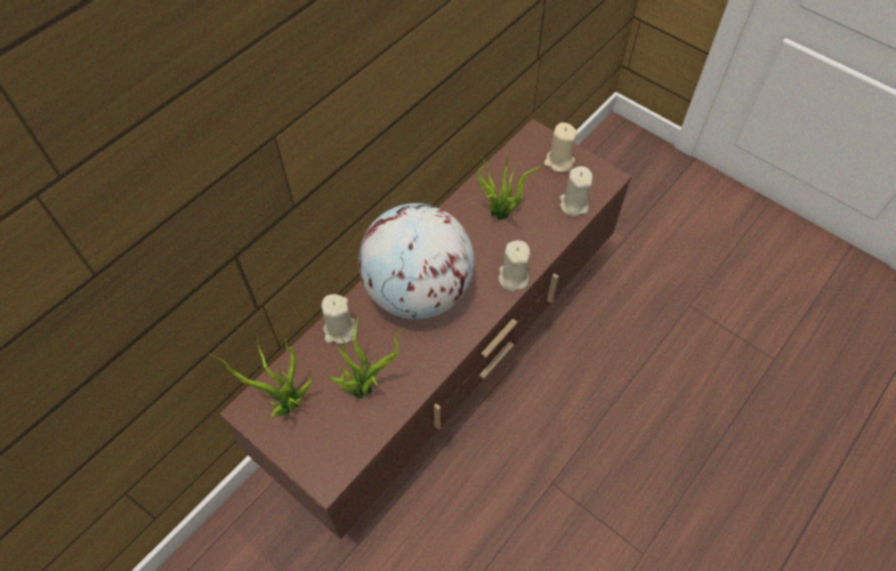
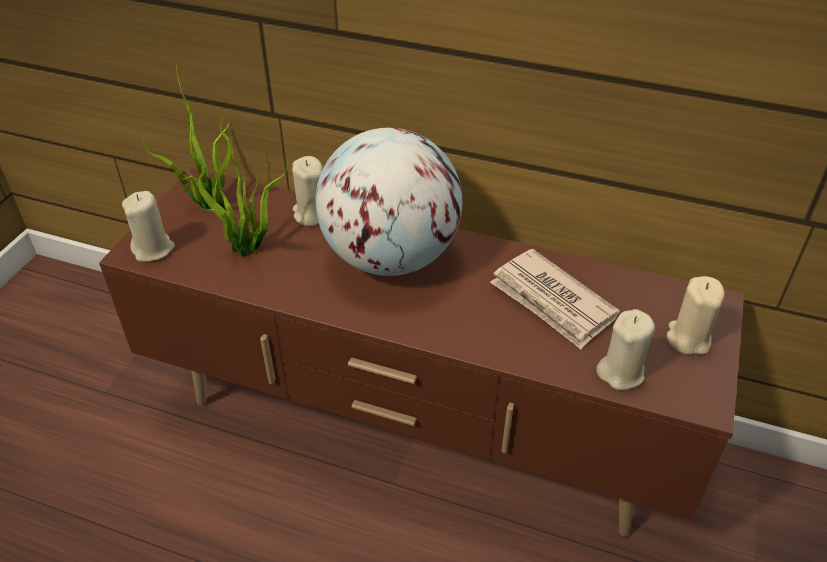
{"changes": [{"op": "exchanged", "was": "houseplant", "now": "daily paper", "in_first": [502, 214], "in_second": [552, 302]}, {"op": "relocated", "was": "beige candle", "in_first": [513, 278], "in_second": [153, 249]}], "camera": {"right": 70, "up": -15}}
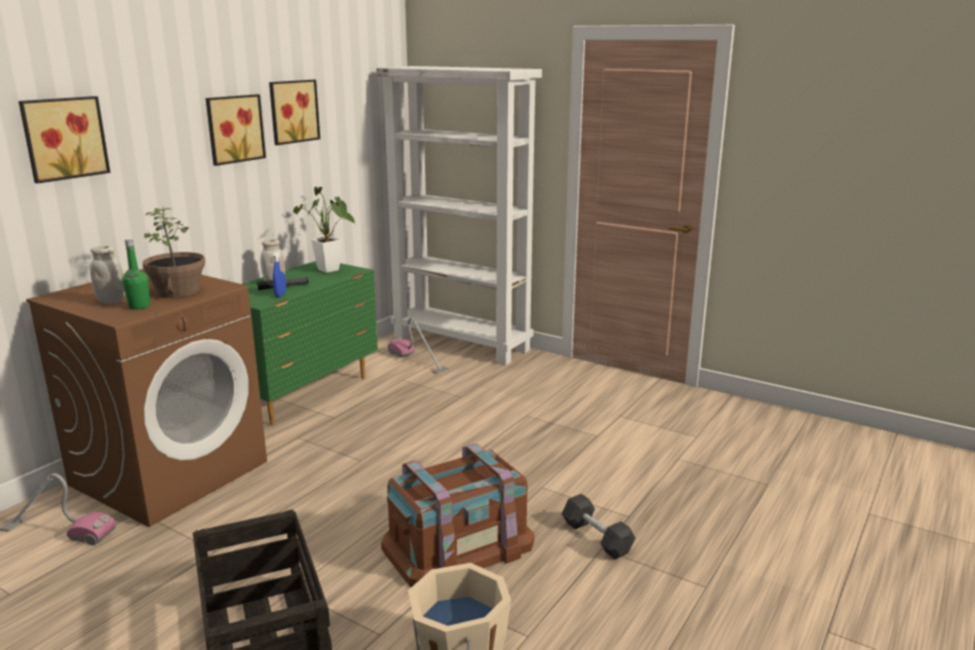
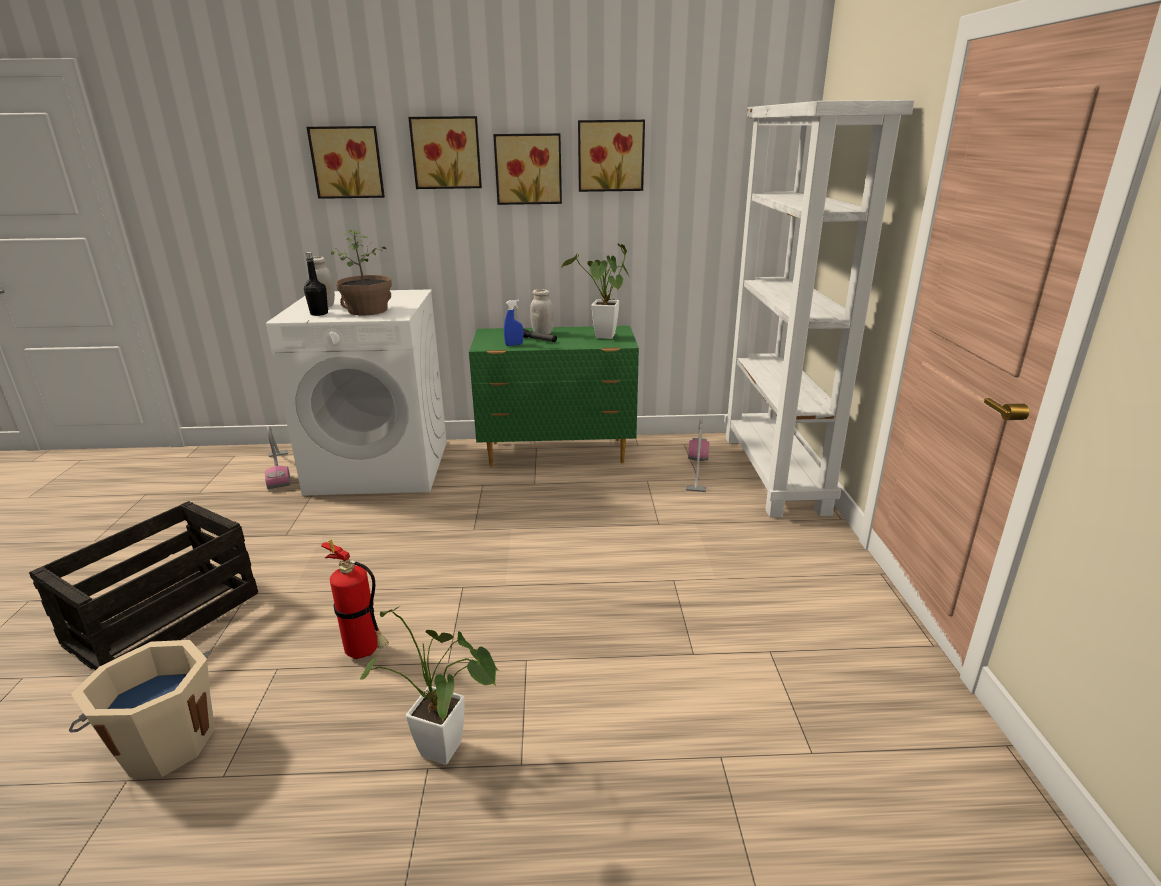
{"changes": [{"op": "colour", "was": "greenish beverage bottle", "now": "blackish beverage bottle", "in_first": [139, 306], "in_second": [319, 313]}, {"op": "colour", "was": "brown-coloured laundry appliance", "now": "whitish laundry appliance", "in_first": [170, 472], "in_second": [381, 466]}, {"op": "exchanged", "was": "brown-coloured storage box", "now": "fire-fighting cylinder", "in_first": [458, 546], "in_second": [366, 652]}, {"op": "exchanged", "was": "blackish free weight", "now": "houseplant", "in_first": [596, 538], "in_second": [449, 753]}, {"op": "appeared", "now": "wall picture", "in_second": [446, 153]}], "camera": {"right": 55, "up": 5}}
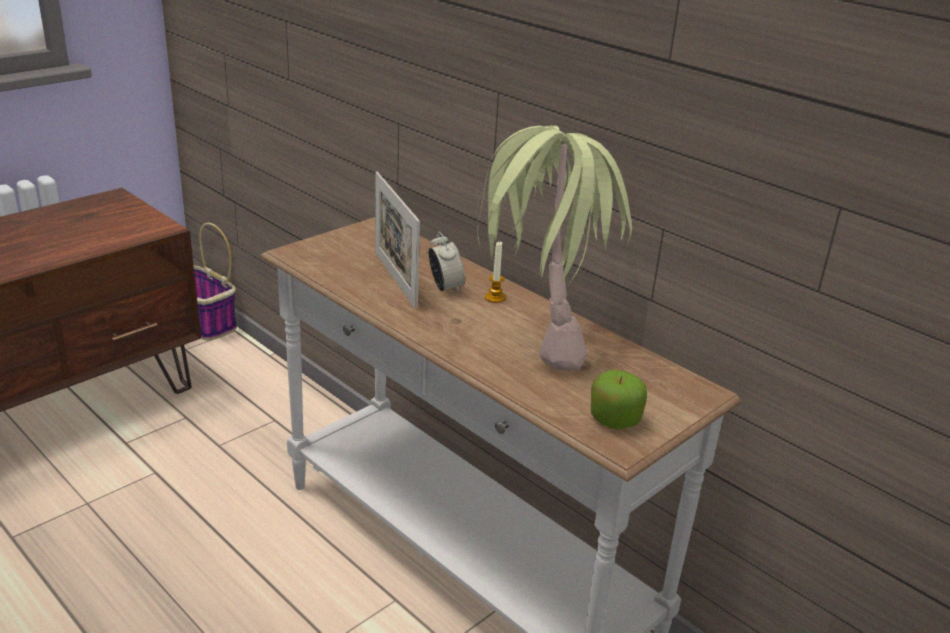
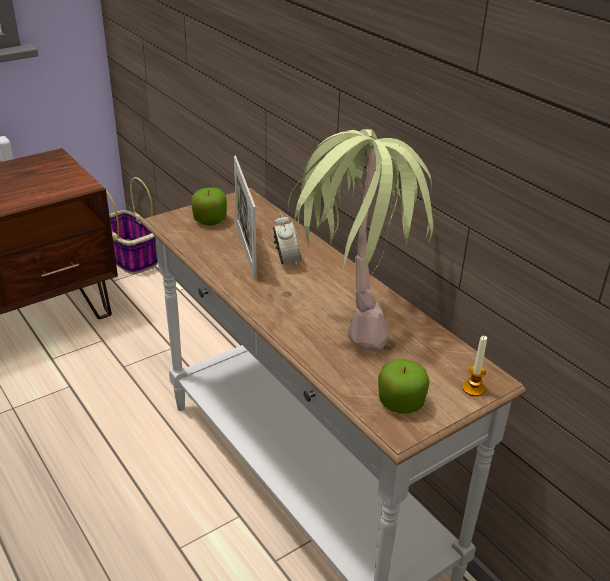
{"changes": [{"op": "relocated", "was": "candle", "in_first": [495, 297], "in_second": [473, 388]}, {"op": "appeared", "now": "apple", "in_second": [210, 220]}], "camera": {"right": 10, "up": 5}}
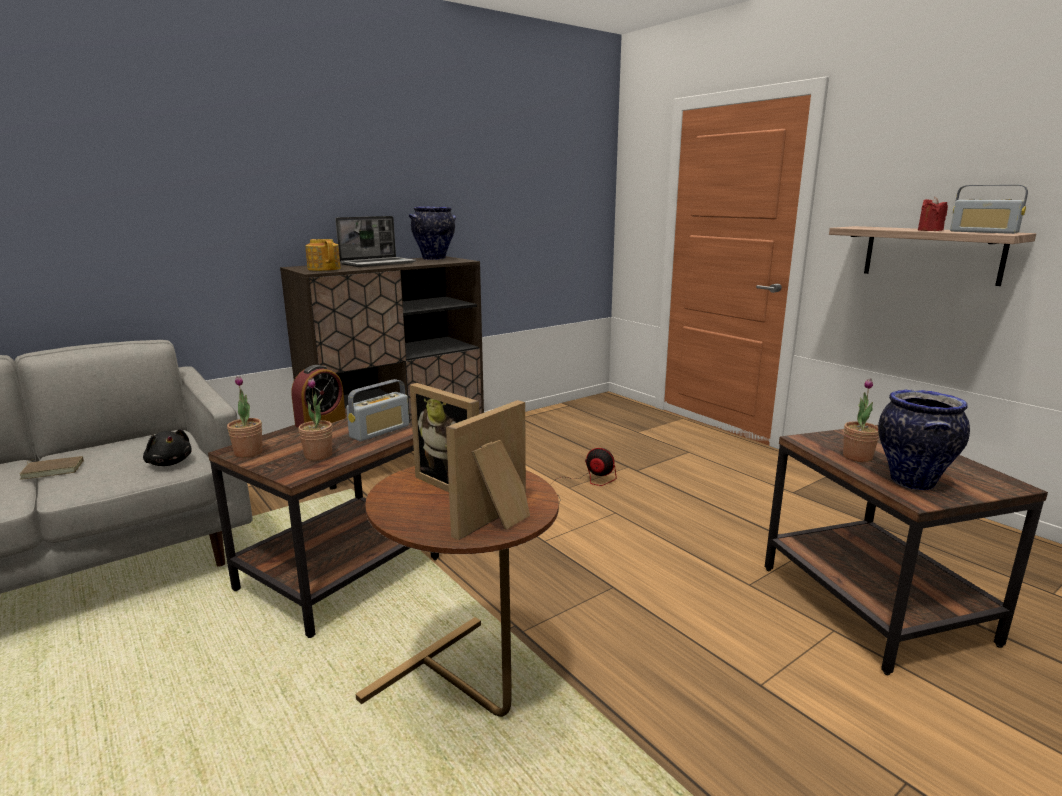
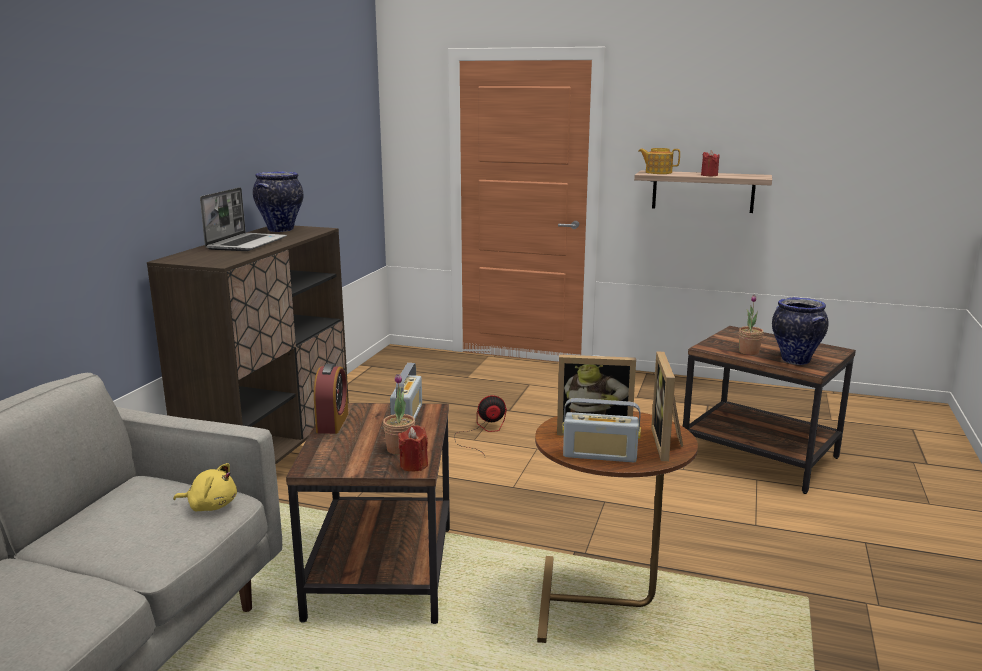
{"changes": [{"op": "relocated", "was": "radio", "in_first": [983, 232], "in_second": [600, 455]}, {"op": "relocated", "was": "tea pot", "in_first": [324, 269], "in_second": [658, 172]}, {"op": "missing", "was": "houseplant", "in_first": [248, 453]}, {"op": "colour", "was": "blackish soft toy", "now": "yellow-coloured soft toy", "in_first": [169, 463], "in_second": [210, 506]}, {"op": "missing", "was": "brown-coloured bound book", "in_first": [54, 469]}, {"op": "appeared", "now": "red-coloured candle", "in_second": [414, 465]}], "camera": {"right": -35, "up": 0}}
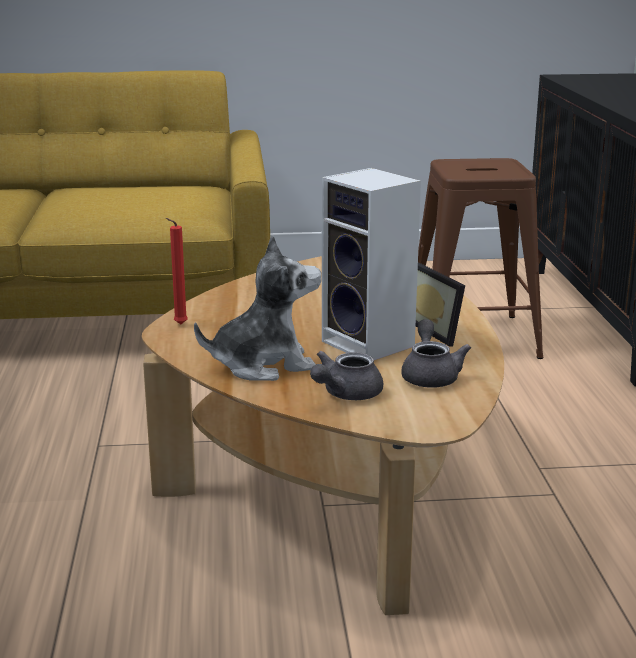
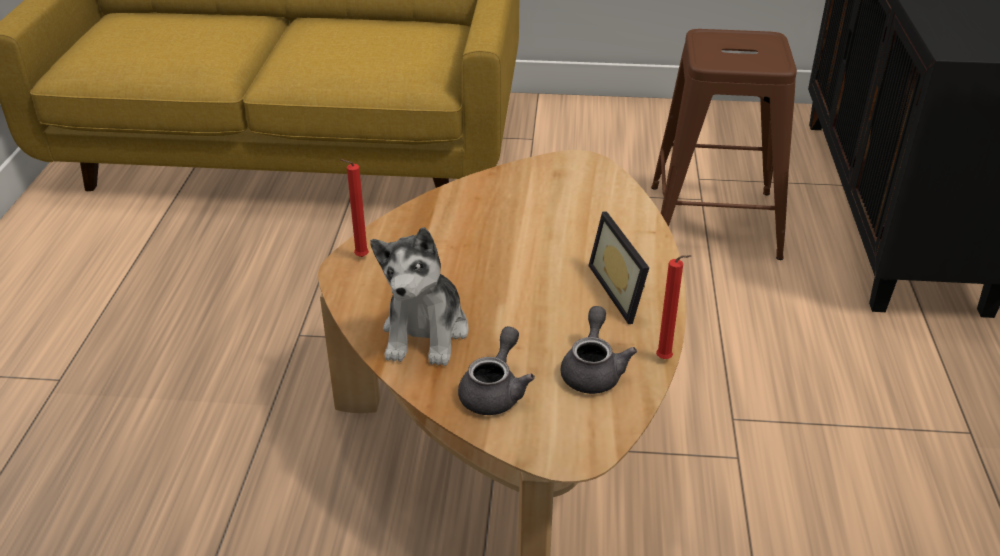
{"changes": [{"op": "missing", "was": "speaker", "in_first": [371, 344]}, {"op": "spun", "was": "soft toy", "in_first": [263, 365], "in_second": [426, 333], "clockwise": 105}, {"op": "spun", "was": "grey tea pot", "in_first": [345, 394], "in_second": [495, 391], "clockwise": 150}, {"op": "appeared", "now": "red-coloured candle", "in_second": [666, 360]}], "camera": {"right": 10, "up": 15}}
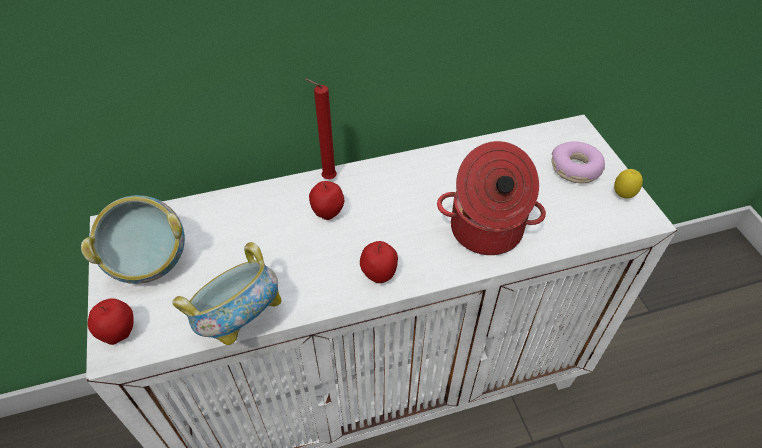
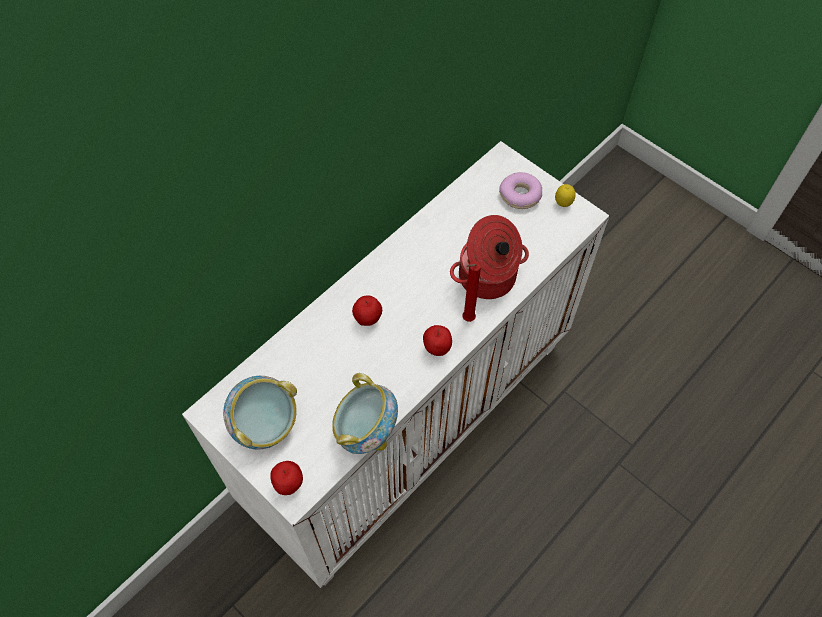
{"changes": [{"op": "relocated", "was": "red-coloured candle", "in_first": [326, 178], "in_second": [466, 319]}], "camera": {"right": -30, "up": 10}}
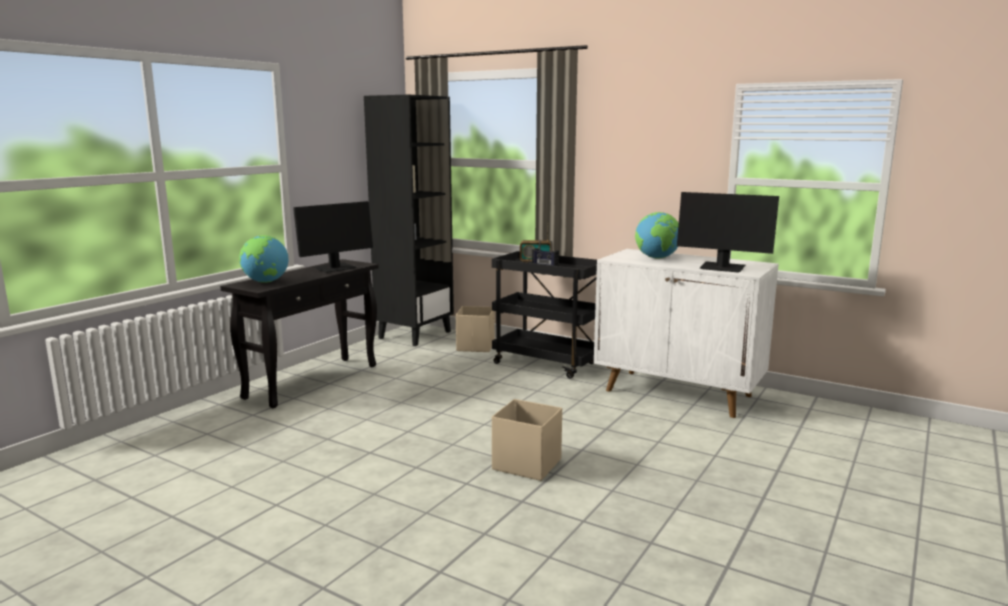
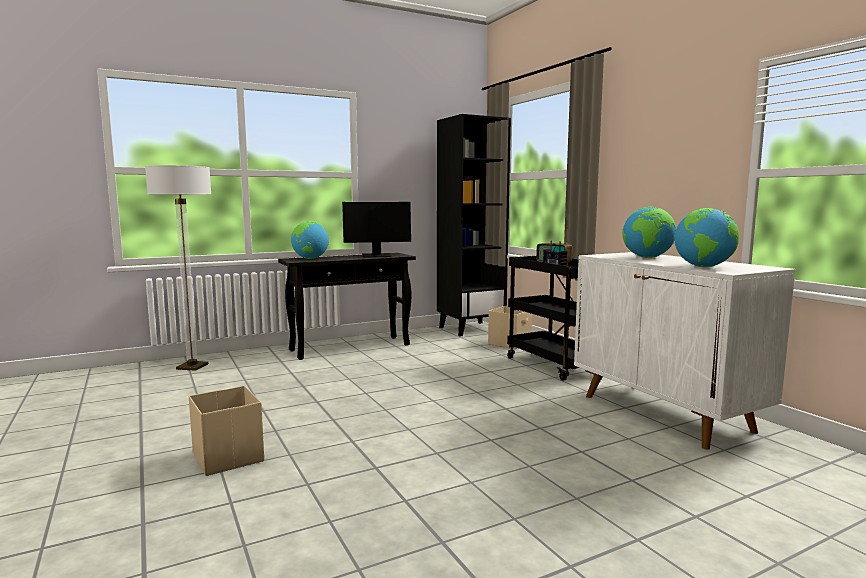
{"changes": [{"op": "exchanged", "was": "computer screen", "now": "world globe", "in_first": [722, 268], "in_second": [704, 267]}, {"op": "relocated", "was": "beige storage box", "in_first": [526, 464], "in_second": [228, 457]}, {"op": "appeared", "now": "standard lamp", "in_second": [192, 367]}], "camera": {"right": 30, "up": -5}}
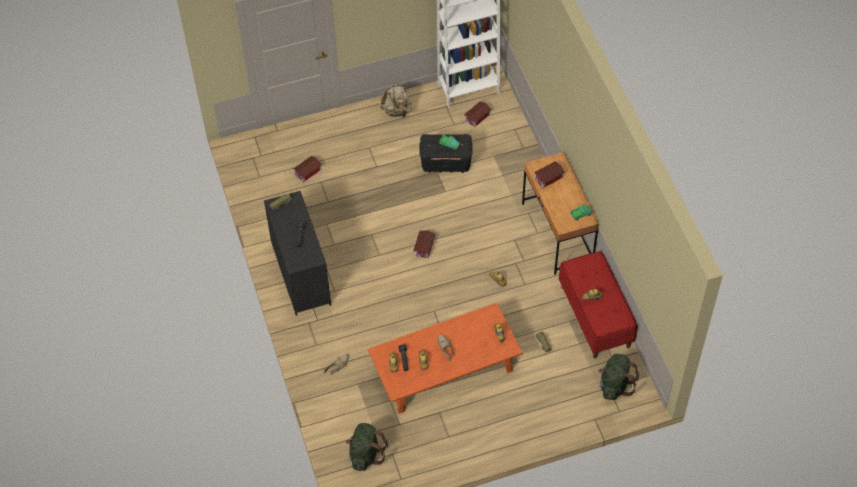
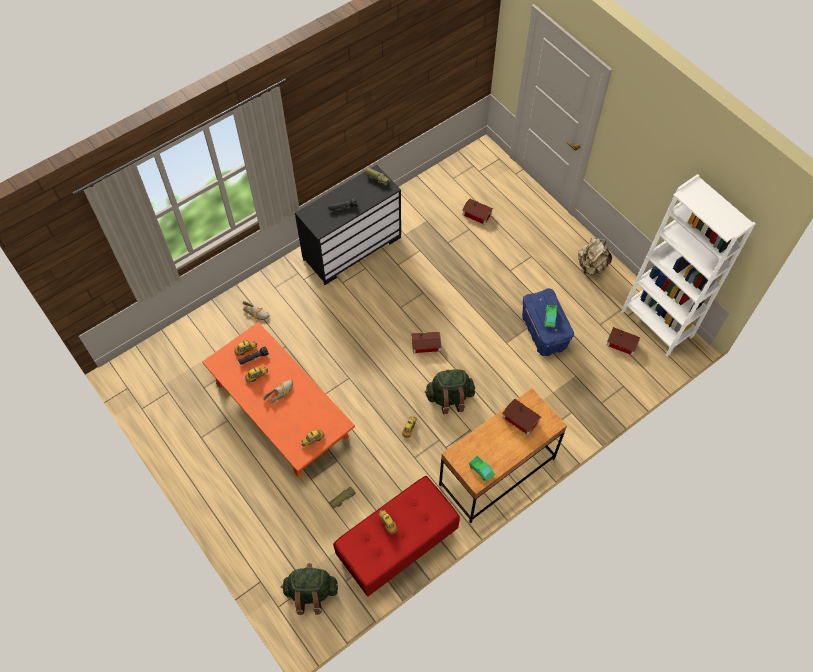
{"changes": [{"op": "colour", "was": "blackish storage box", "now": "blue-coloured storage box", "in_first": [446, 163], "in_second": [544, 332]}, {"op": "relocated", "was": "greenish rucksack", "in_first": [365, 454], "in_second": [449, 397]}], "camera": {"right": 70, "up": 5}}
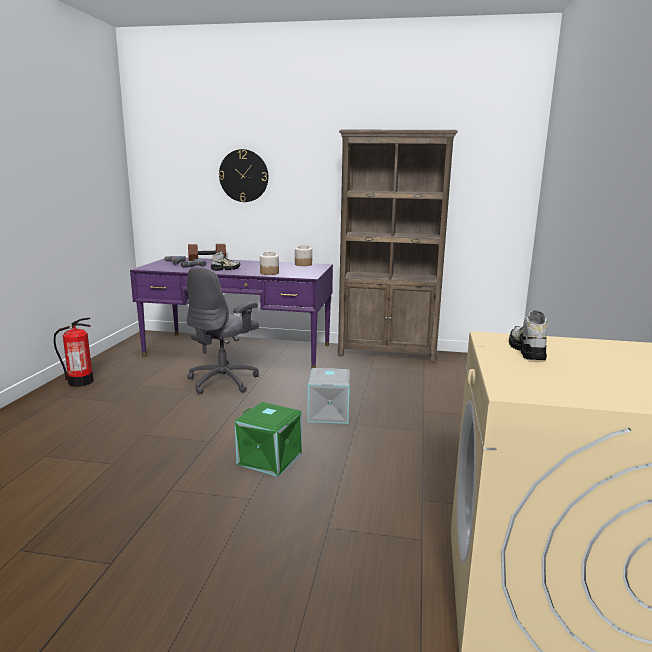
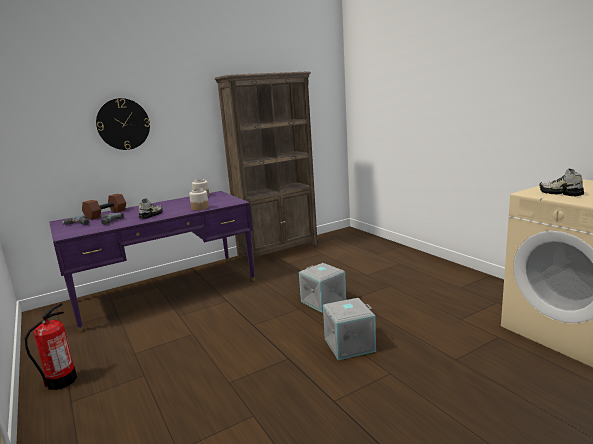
{"changes": [{"op": "missing", "was": "grey desk chair", "in_first": [224, 381]}, {"op": "colour", "was": "greenish storage box", "now": "grey storage box", "in_first": [270, 458], "in_second": [349, 344]}], "camera": {"right": -40, "up": 0}}
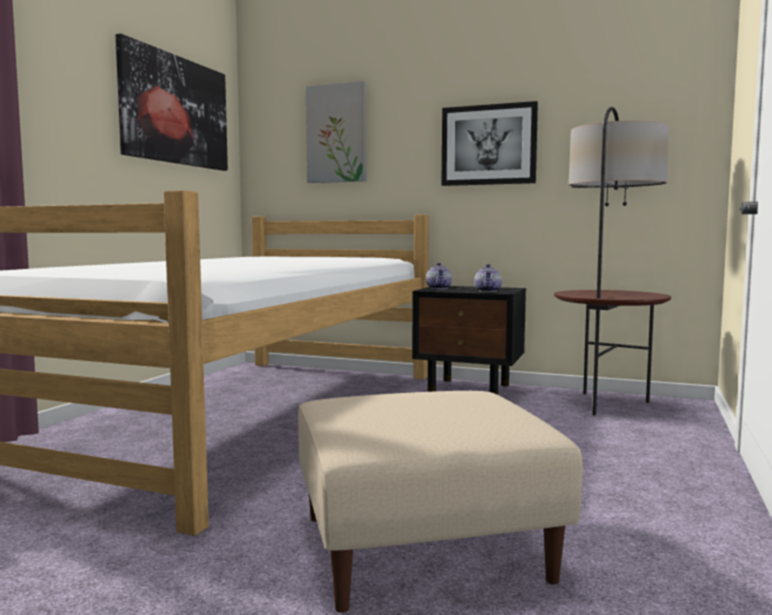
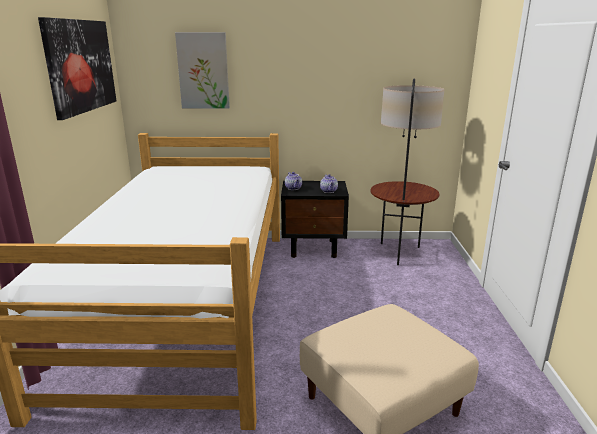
{"changes": [{"op": "missing", "was": "wall picture", "in_first": [488, 145]}], "camera": {"right": -20, "up": 15}}
